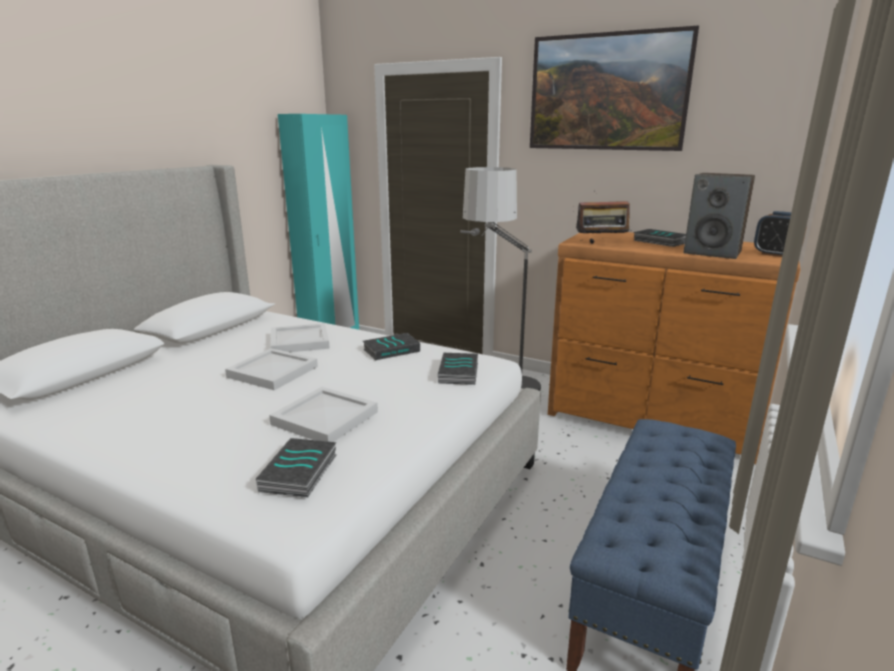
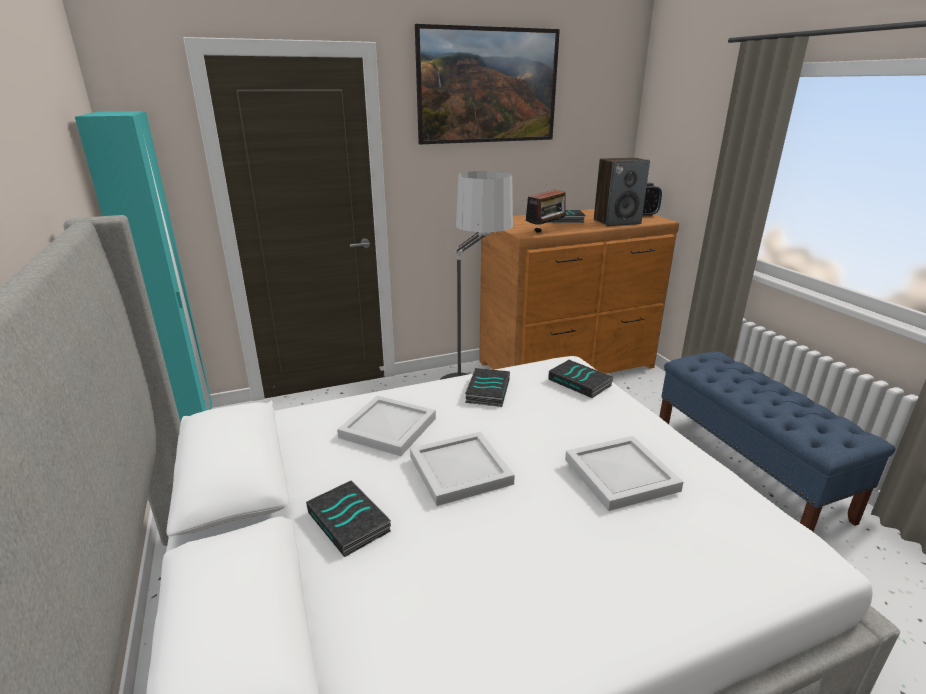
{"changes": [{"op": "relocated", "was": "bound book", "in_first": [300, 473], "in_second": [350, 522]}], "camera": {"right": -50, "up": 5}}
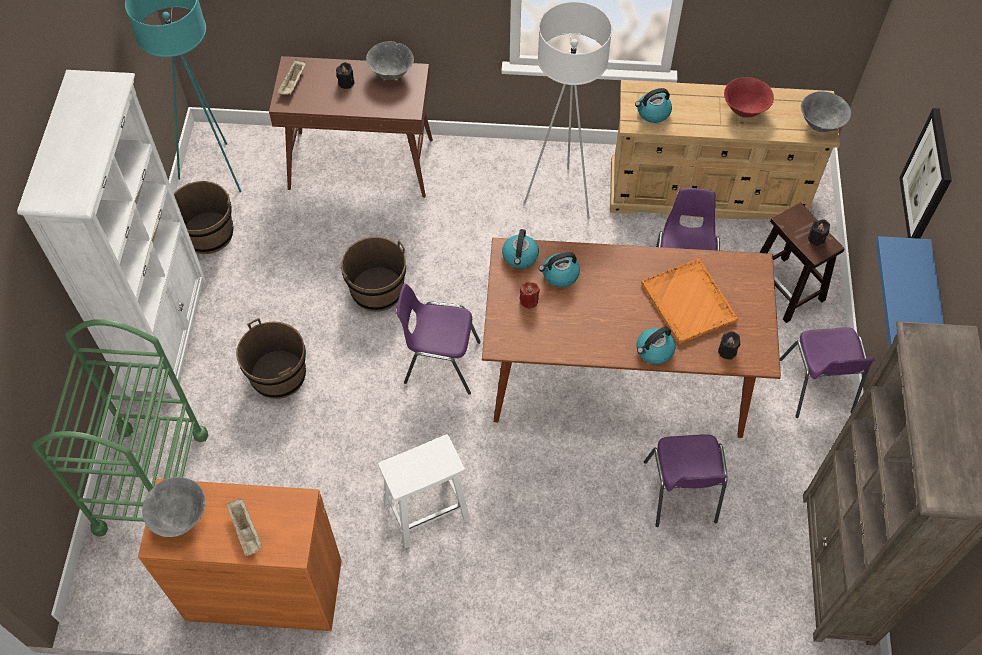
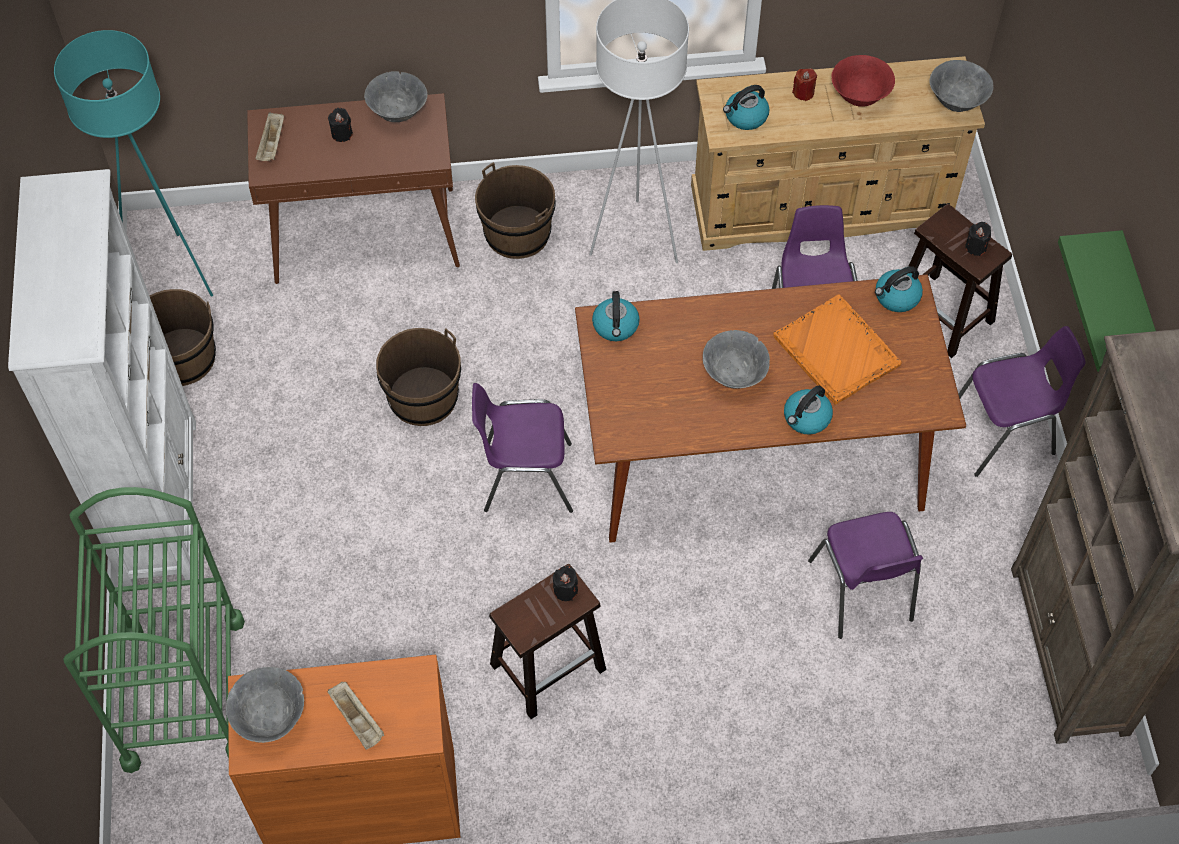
{"changes": [{"op": "missing", "was": "wall picture", "in_first": [927, 179]}, {"op": "colour", "was": "blue-coloured shelf", "now": "greenish shelf", "in_first": [931, 305], "in_second": [1136, 310]}, {"op": "relocated", "was": "water kettle", "in_first": [560, 275], "in_second": [896, 297]}, {"op": "relocated", "was": "red-coloured candle", "in_first": [529, 301], "in_second": [803, 93]}, {"op": "relocated", "was": "brown-coloured pail", "in_first": [278, 375], "in_second": [517, 233]}, {"op": "spun", "was": "purple chair", "in_first": [816, 388], "in_second": [1004, 433], "clockwise": -90}, {"op": "relocated", "was": "blackish candle", "in_first": [727, 351], "in_second": [565, 590]}, {"op": "colour", "was": "whitish stool", "now": "brown-coloured stool", "in_first": [427, 509], "in_second": [549, 665]}, {"op": "appeared", "now": "grey deep dish", "in_second": [734, 375]}], "camera": {"right": -10, "up": 0}}
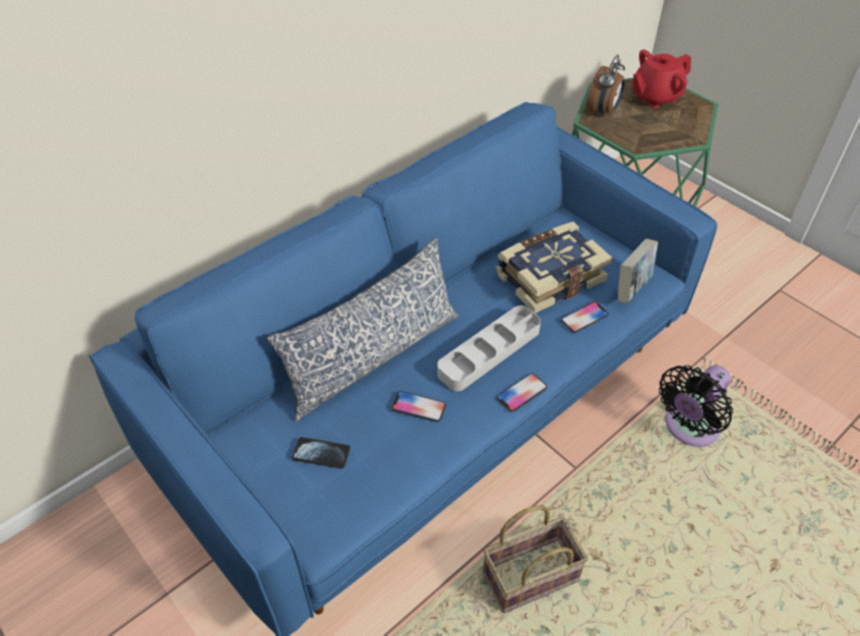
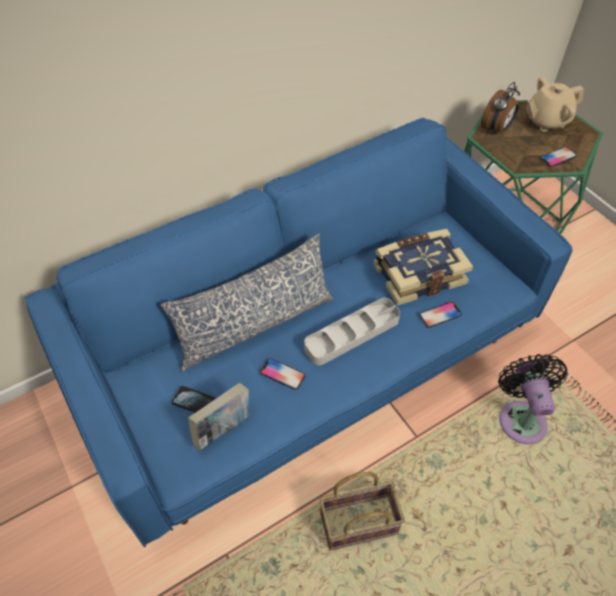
{"changes": [{"op": "colour", "was": "red-coloured tea pot", "now": "beige tea pot", "in_first": [655, 97], "in_second": [546, 121]}, {"op": "relocated", "was": "bound book", "in_first": [632, 289], "in_second": [223, 428]}, {"op": "spun", "was": "blackish fan", "in_first": [688, 428], "in_second": [521, 417], "clockwise": 120}, {"op": "relocated", "was": "telephone", "in_first": [521, 393], "in_second": [558, 157]}], "camera": {"right": 10, "up": 5}}
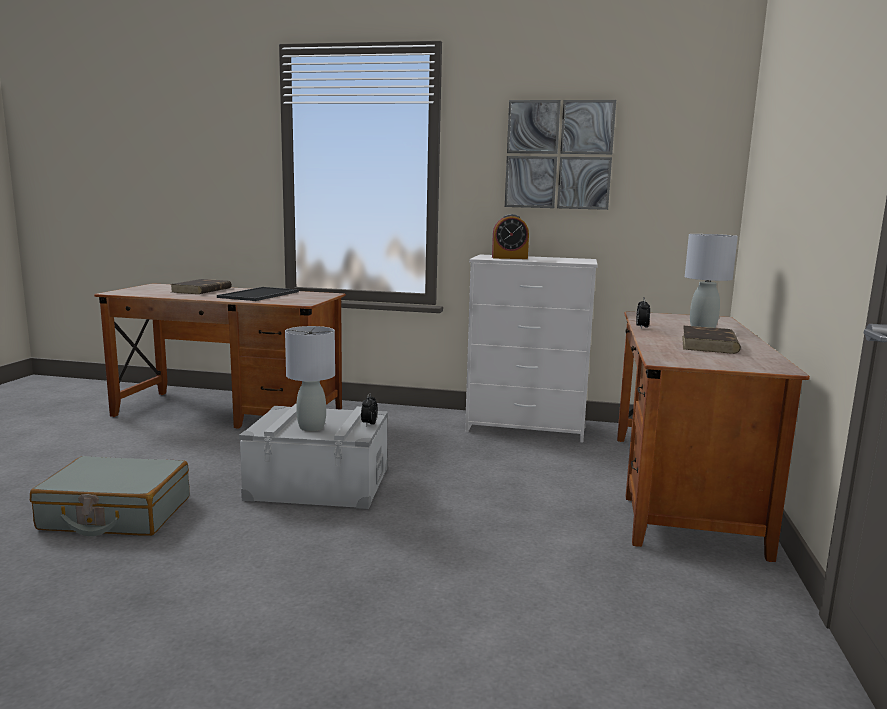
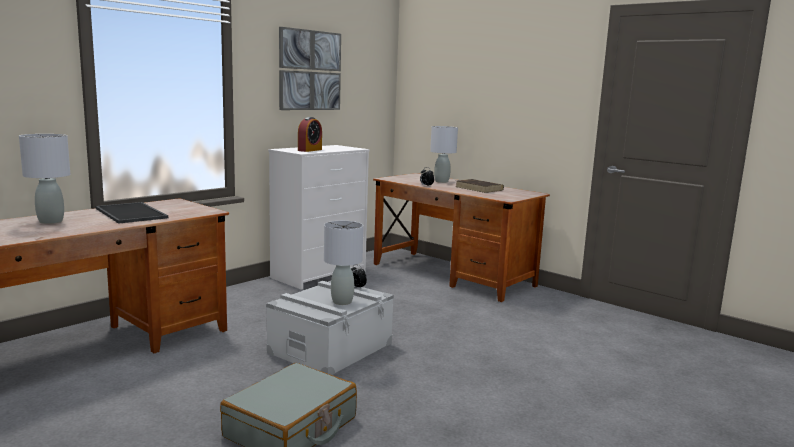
{"changes": [{"op": "exchanged", "was": "brown-coloured bound book", "now": "grey lamp for a table", "in_first": [201, 290], "in_second": [50, 221]}], "camera": {"right": -60, "up": 0}}
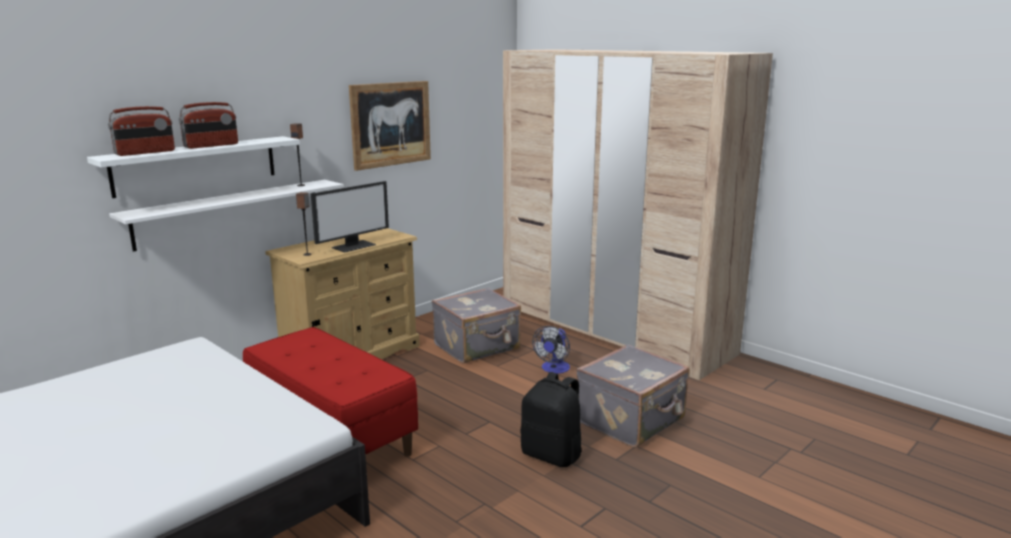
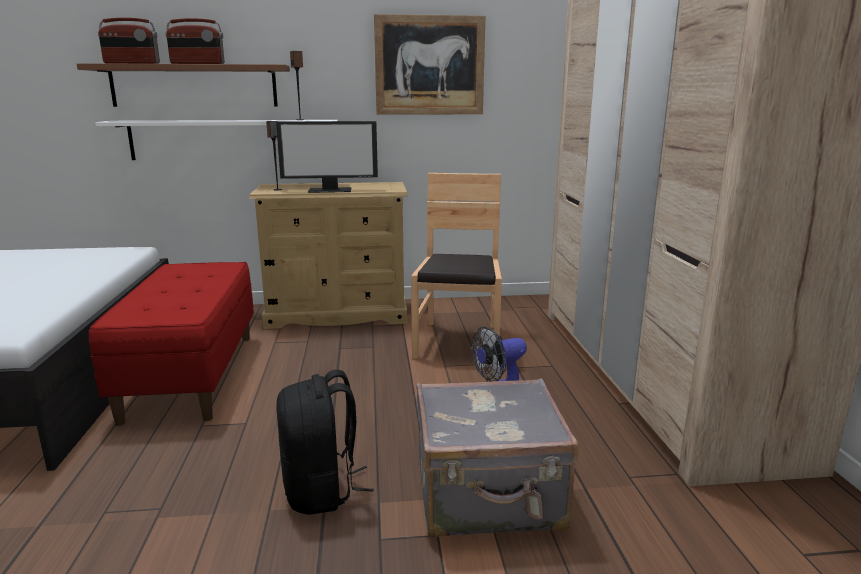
{"changes": [{"op": "colour", "was": "whitish shelf", "now": "brown-coloured shelf", "in_first": [196, 165], "in_second": [194, 86]}, {"op": "exchanged", "was": "grey suitcase", "now": "brown-coloured chair", "in_first": [477, 347], "in_second": [458, 341]}], "camera": {"right": 40, "up": 0}}
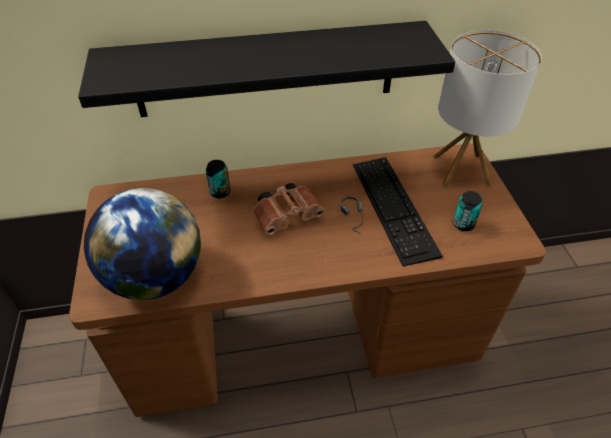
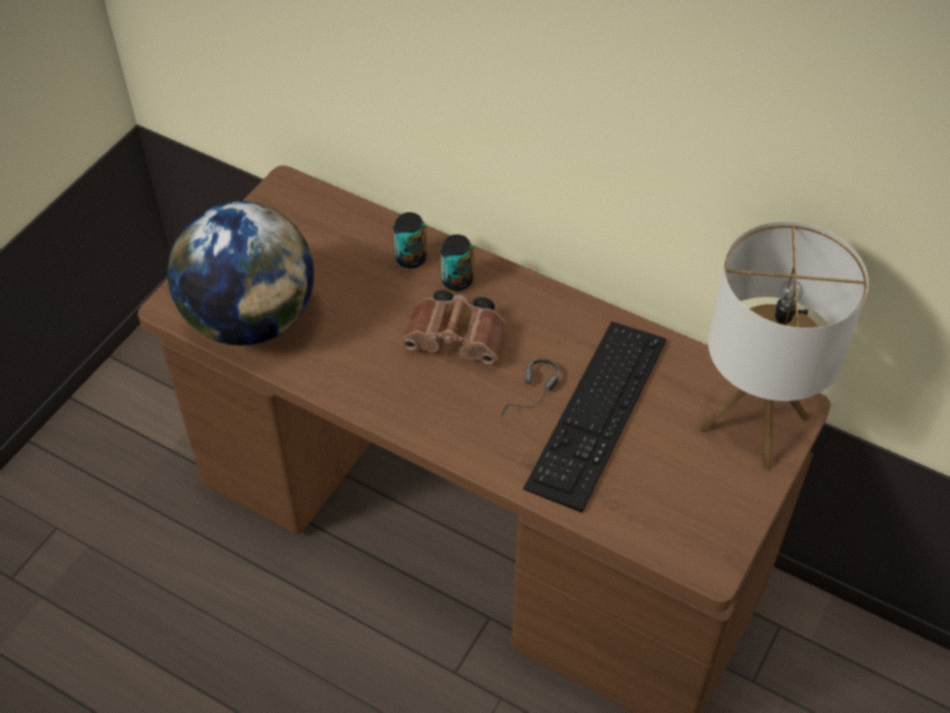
{"changes": [{"op": "missing", "was": "blackish shelf", "in_first": [266, 70]}, {"op": "relocated", "was": "can", "in_first": [463, 224], "in_second": [457, 281]}], "camera": {"right": 40, "up": 5}}
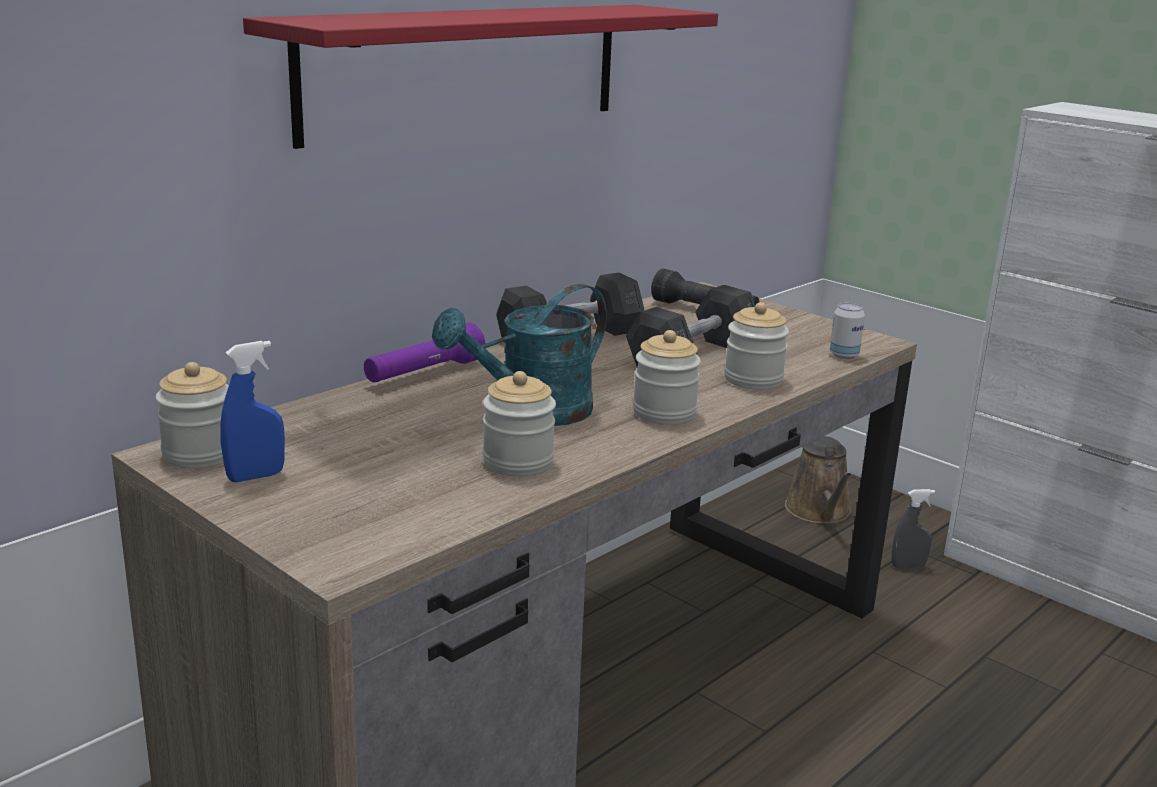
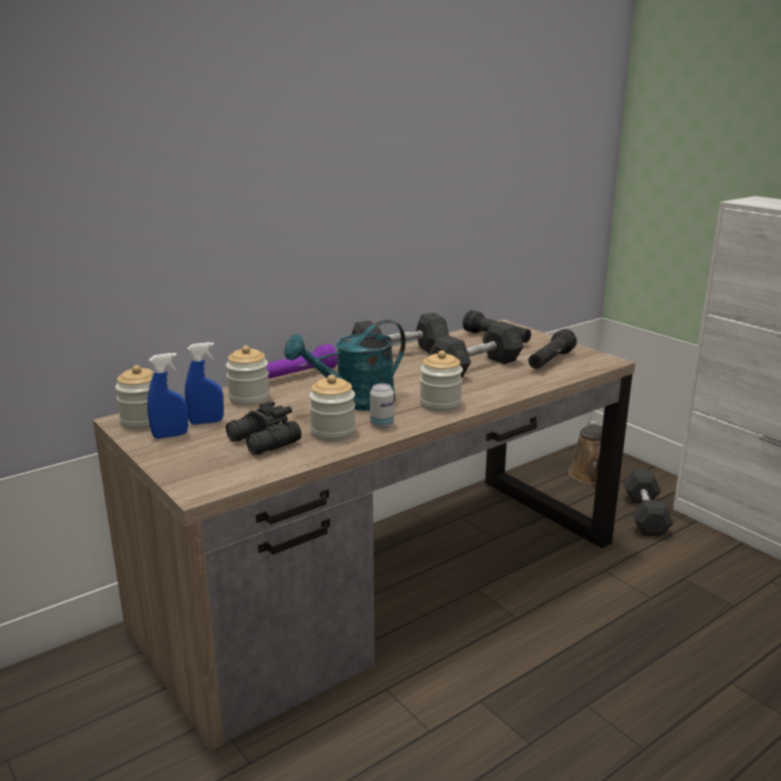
{"changes": [{"op": "missing", "was": "red-coloured shelf", "in_first": [467, 69]}, {"op": "relocated", "was": "preserve jar", "in_first": [753, 379], "in_second": [249, 398]}, {"op": "relocated", "was": "can", "in_first": [844, 355], "in_second": [382, 424]}, {"op": "exchanged", "was": "grey sprayer", "now": "grey free weight", "in_first": [908, 566], "in_second": [645, 515]}, {"op": "appeared", "now": "blackish hand torch", "in_second": [550, 361]}, {"op": "appeared", "now": "blue-coloured sprayer", "in_second": [206, 422]}, {"op": "appeared", "now": "blackish binoculars", "in_second": [263, 442]}], "camera": {"right": 10, "up": 0}}
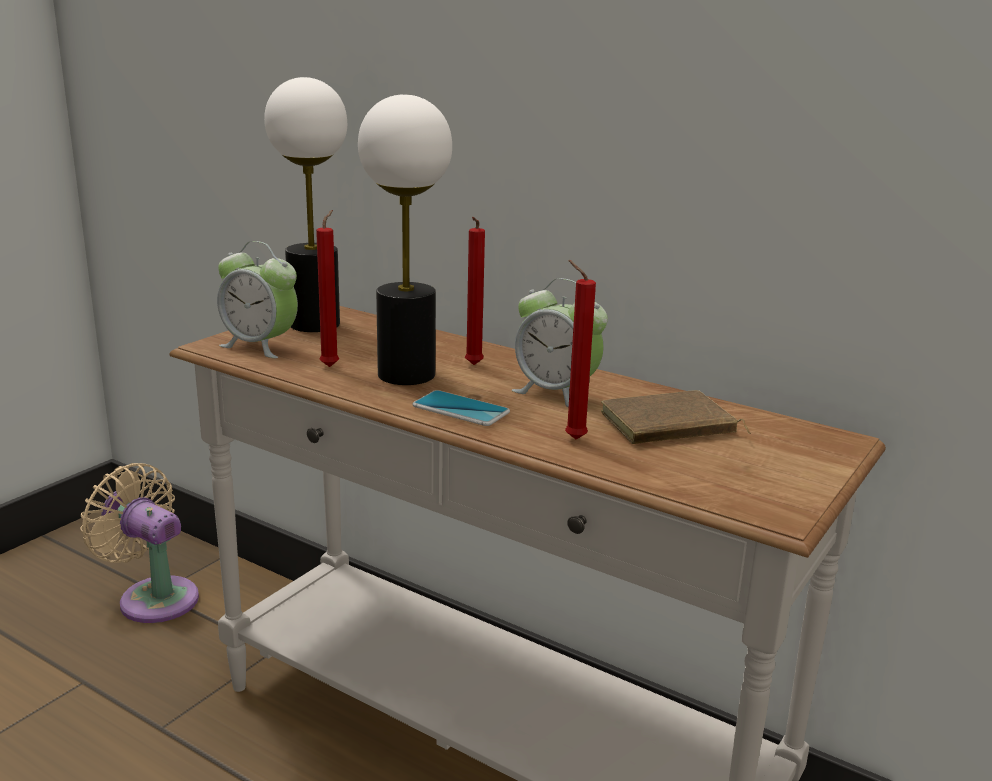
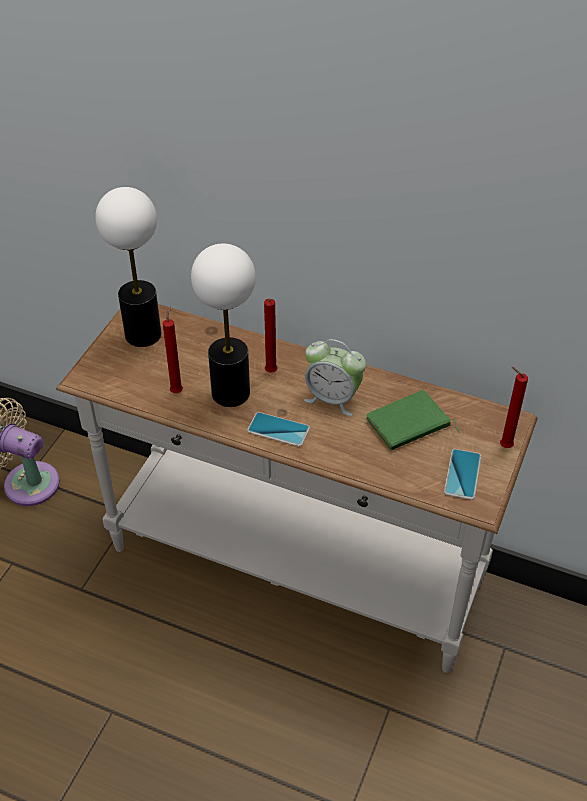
{"changes": [{"op": "missing", "was": "bedside clock", "in_first": [260, 346]}, {"op": "relocated", "was": "red-coloured candle", "in_first": [572, 438], "in_second": [503, 446]}, {"op": "colour", "was": "brown-coloured bound book", "now": "greenish bound book", "in_first": [668, 426], "in_second": [409, 425]}, {"op": "appeared", "now": "telephone", "in_second": [462, 474]}], "camera": {"right": -10, "up": 25}}
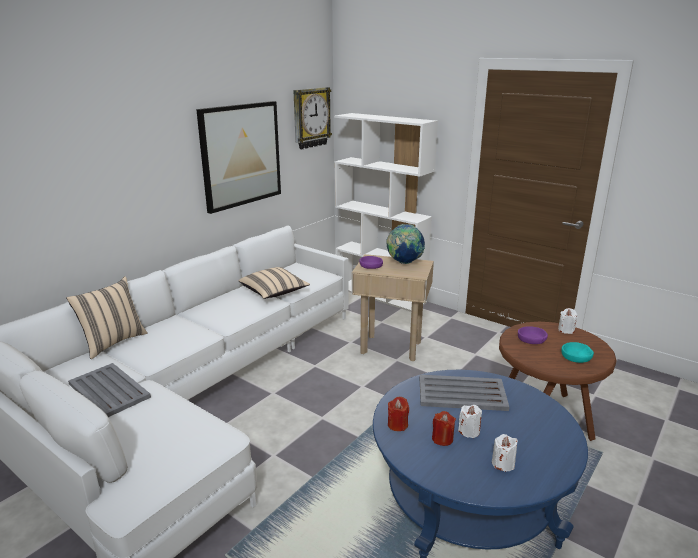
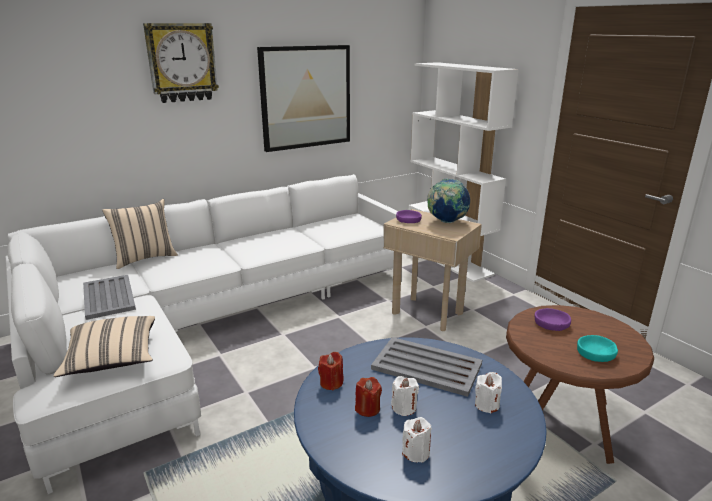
{"changes": [{"op": "relocated", "was": "wall clock", "in_first": [311, 118], "in_second": [182, 63]}, {"op": "relocated", "was": "beige throw pillow", "in_first": [274, 293], "in_second": [112, 359]}, {"op": "relocated", "was": "whitish candle", "in_first": [566, 330], "in_second": [487, 405]}], "camera": {"right": 20, "up": 0}}
